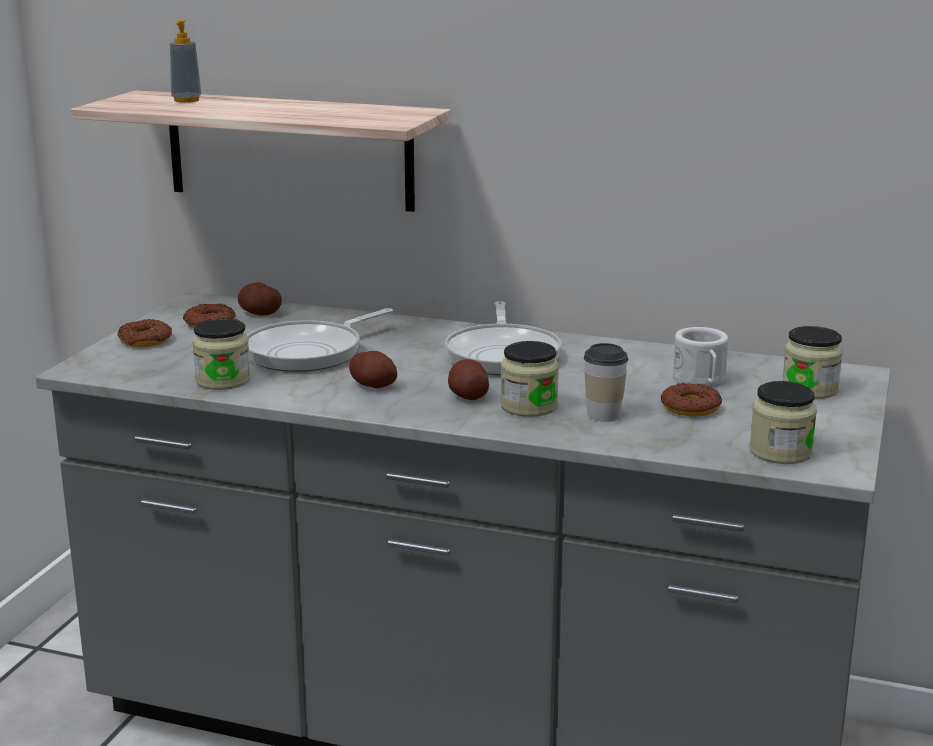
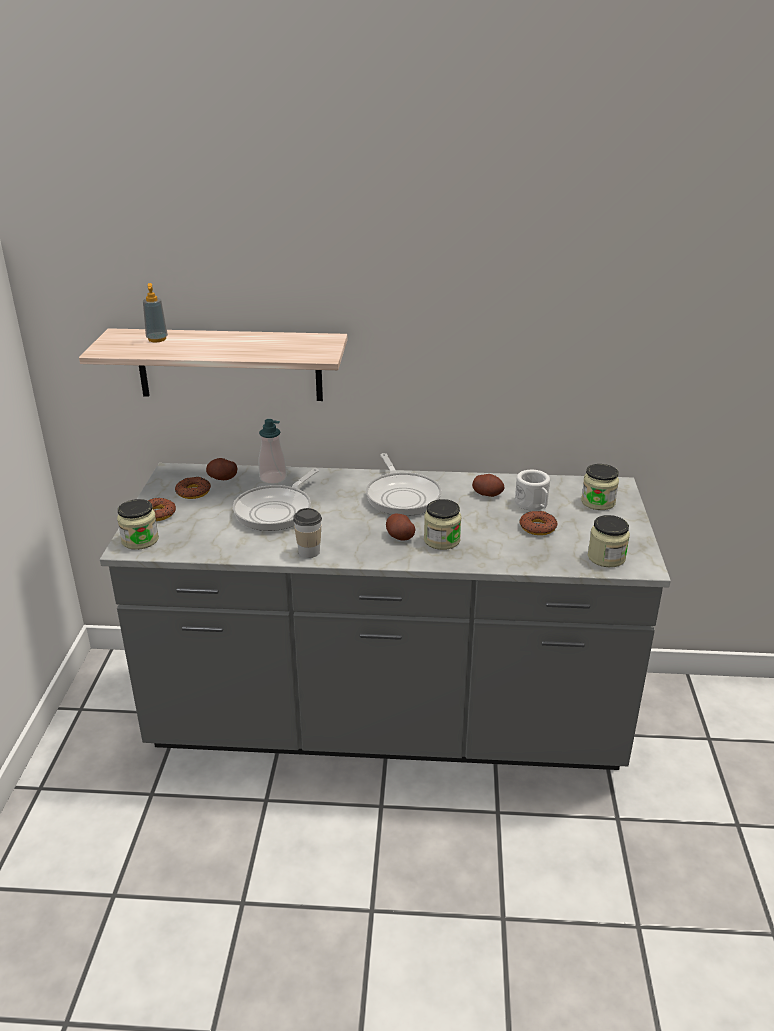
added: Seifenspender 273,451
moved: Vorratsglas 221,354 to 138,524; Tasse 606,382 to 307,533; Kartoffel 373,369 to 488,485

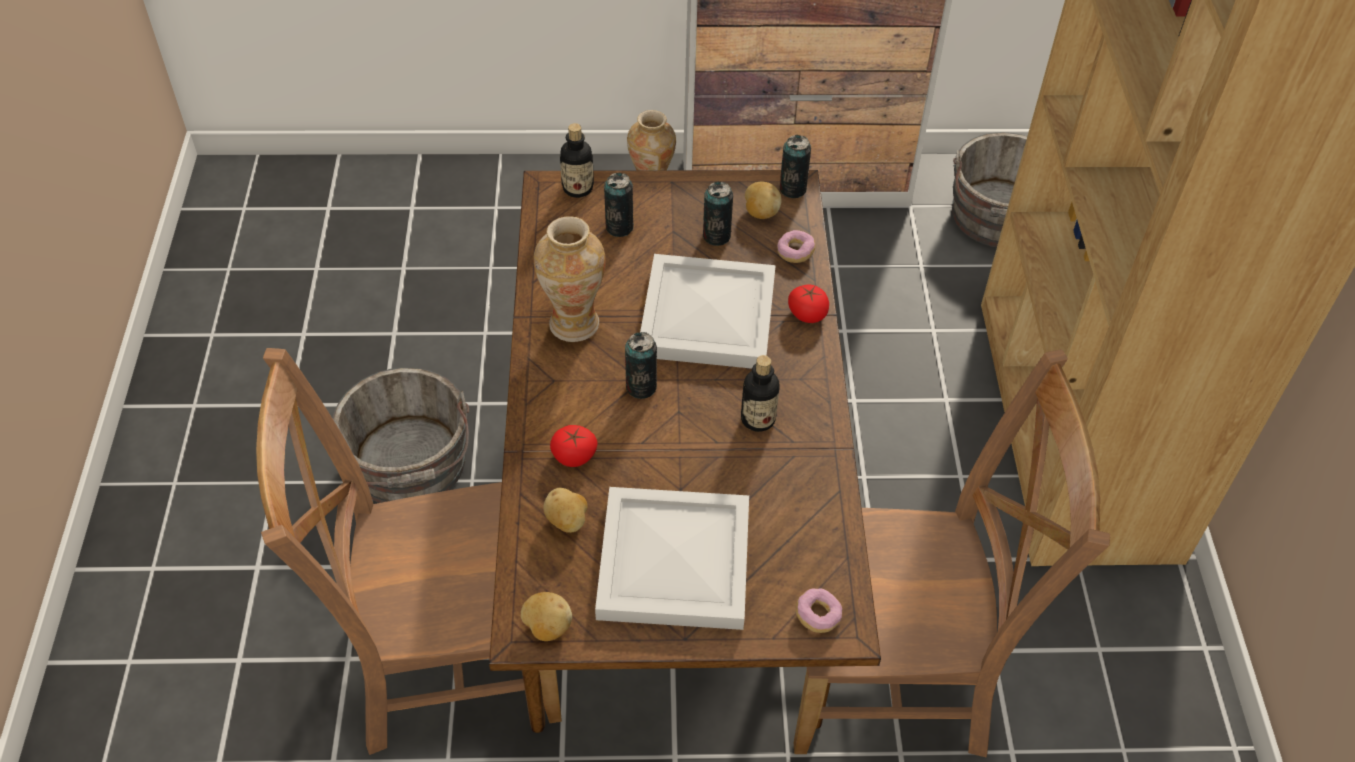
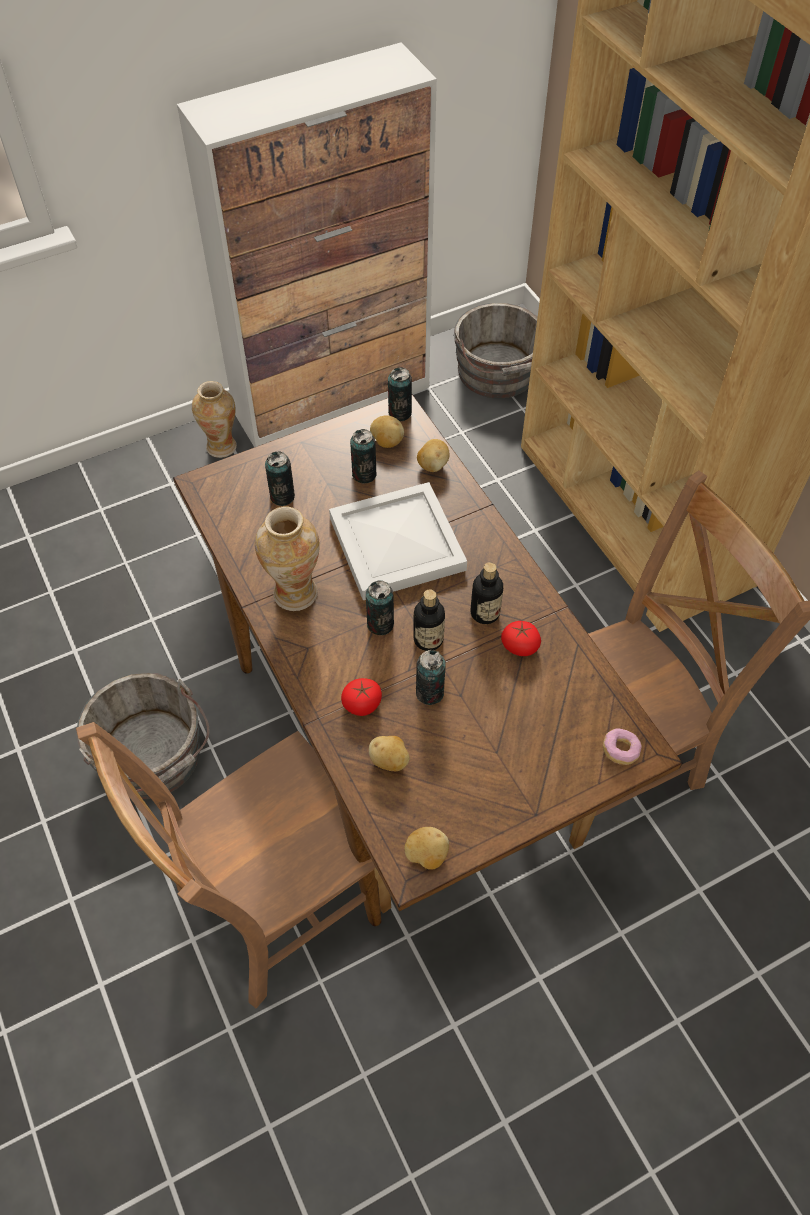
removed: Tablett [weiß] 672,558
added: Dose 431,677
moved: Flasche 577,160 to 429,620; Tomate 808,304 to 521,638
replaced: Donut 796,246 to Kartoffel 433,455

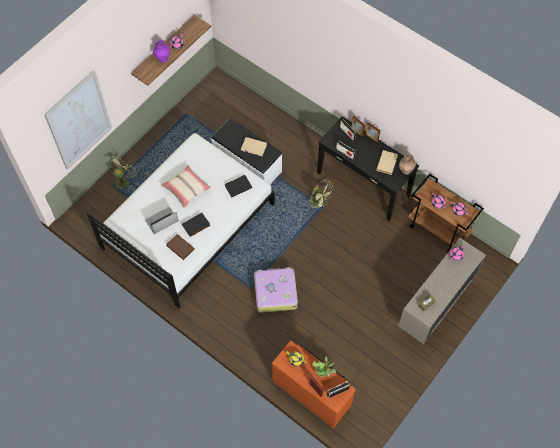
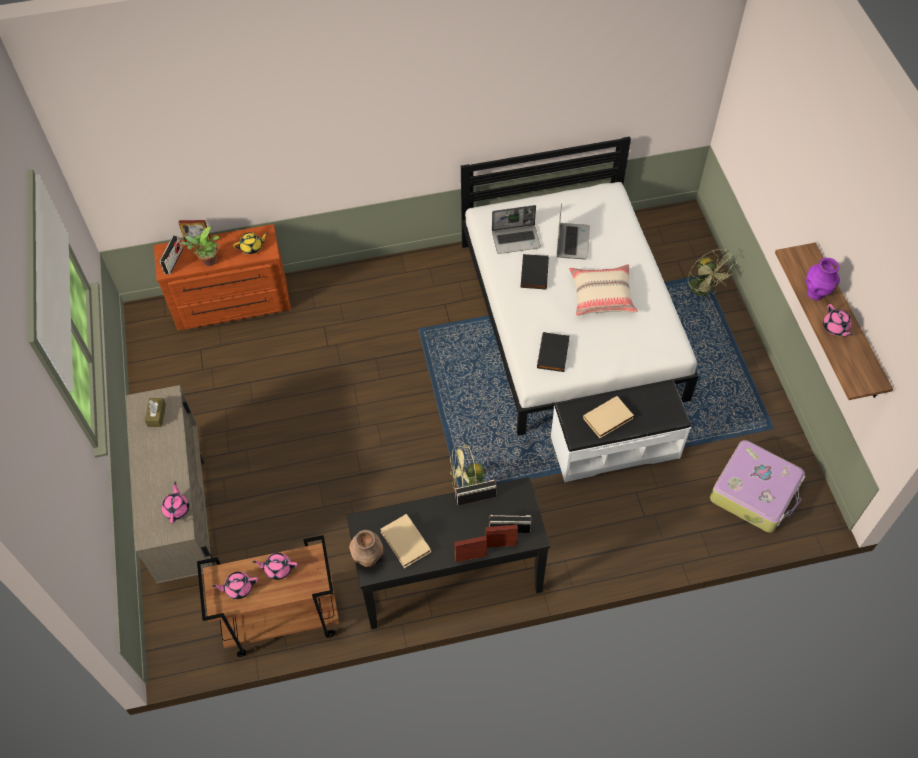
removed: Bild 78,120
moved: Koffer 276,290 to 757,486
replaced: Buch [braun] 180,247 to Laptop 516,229

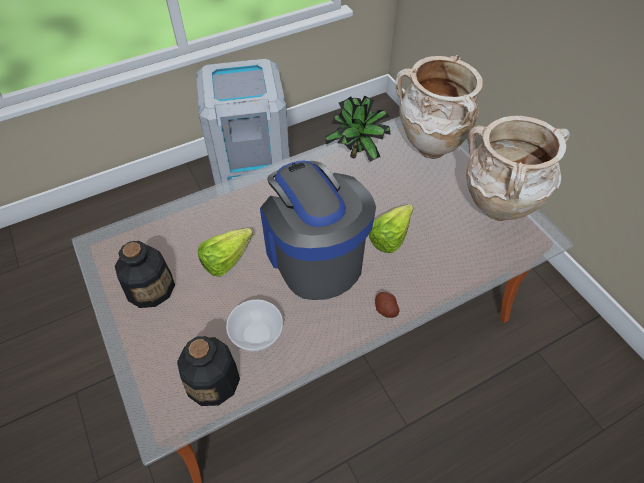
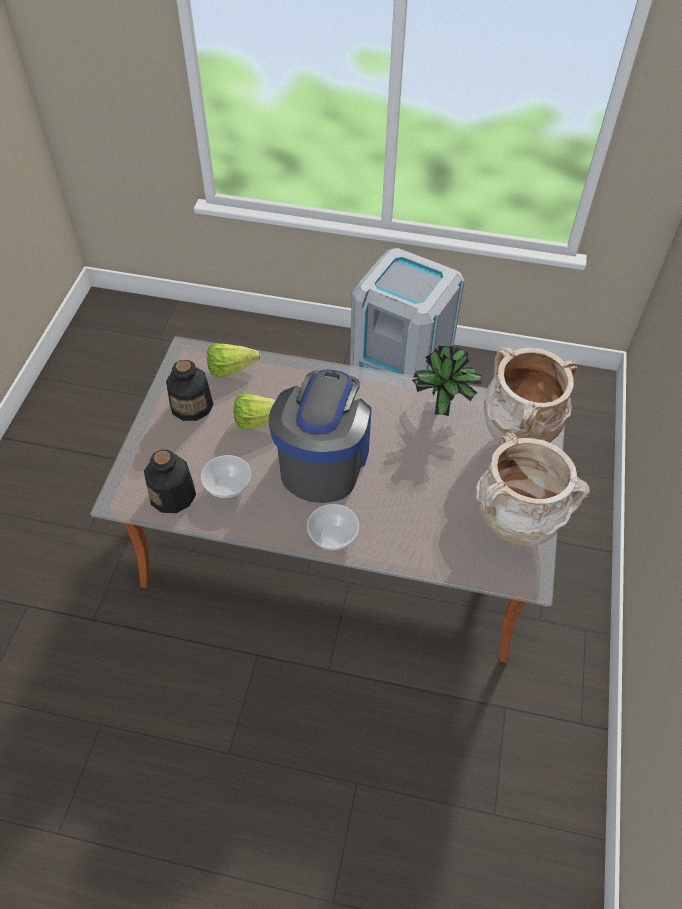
moved: Salatkopf 391,228 to 234,360
replaced: Kartoffel 387,305 to Schüssel 333,527

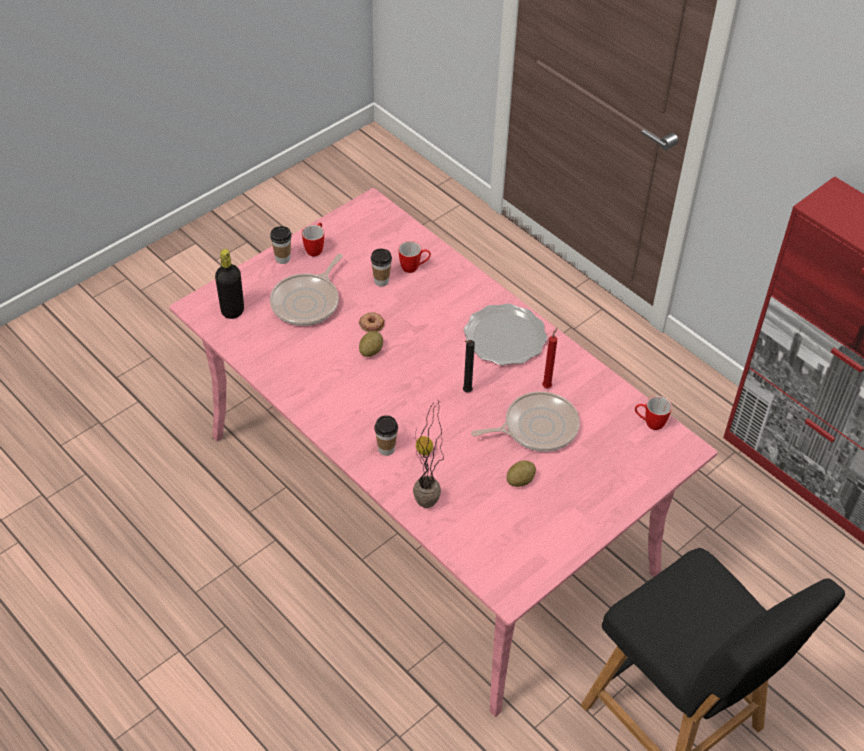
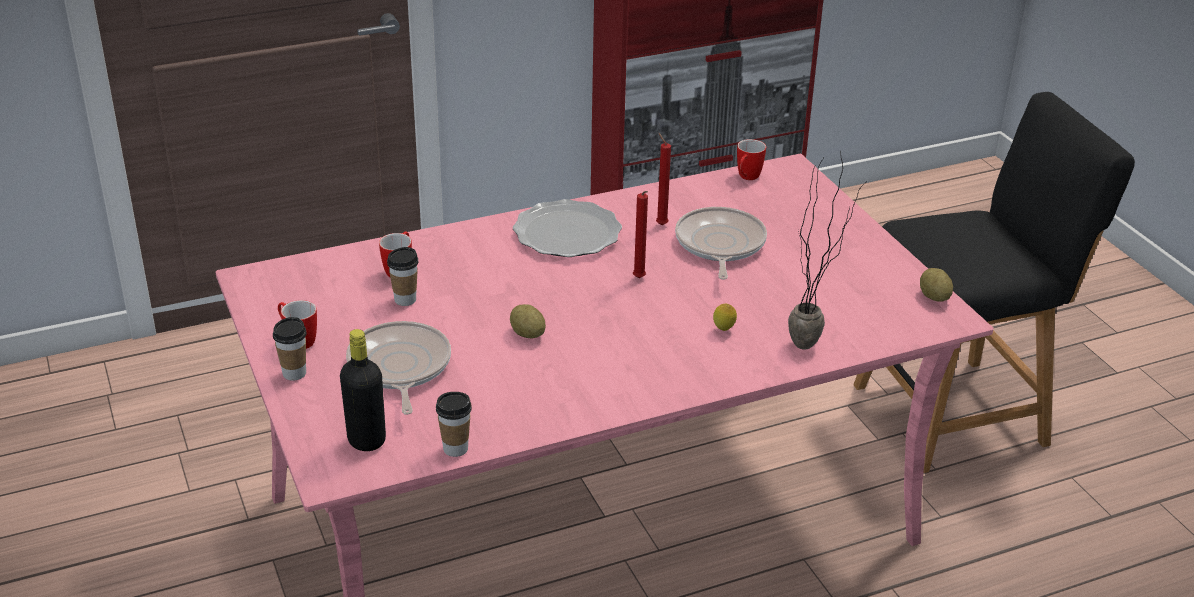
removed: Donut 371,322
moved: Tasse 386,435 to 454,424; Kartoffel 521,473 to 936,284
recoloured: Kerze [schwarz] 469,366 to Kerze [rot] 640,234
turned: Pfanne 306,290 = 398,368 150 degrees counterclockwise

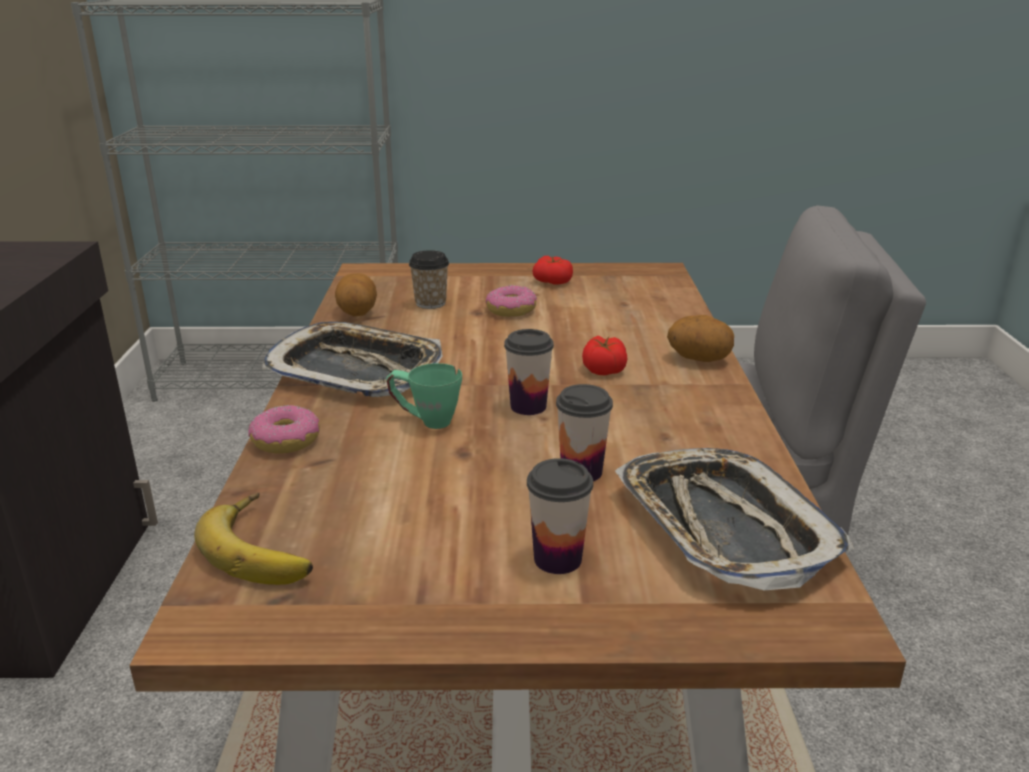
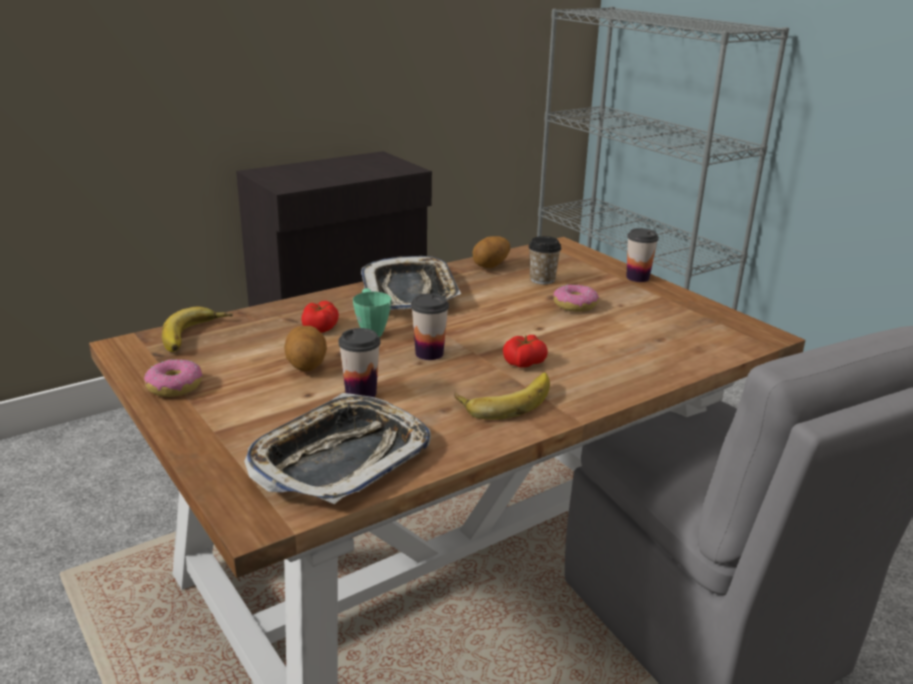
added: Banane 502,396
moved: Tomate 552,270 to 320,317; Kartoffel 700,338 to 305,349; Donut 284,429 to 173,378; Tasse 560,516 to 642,255

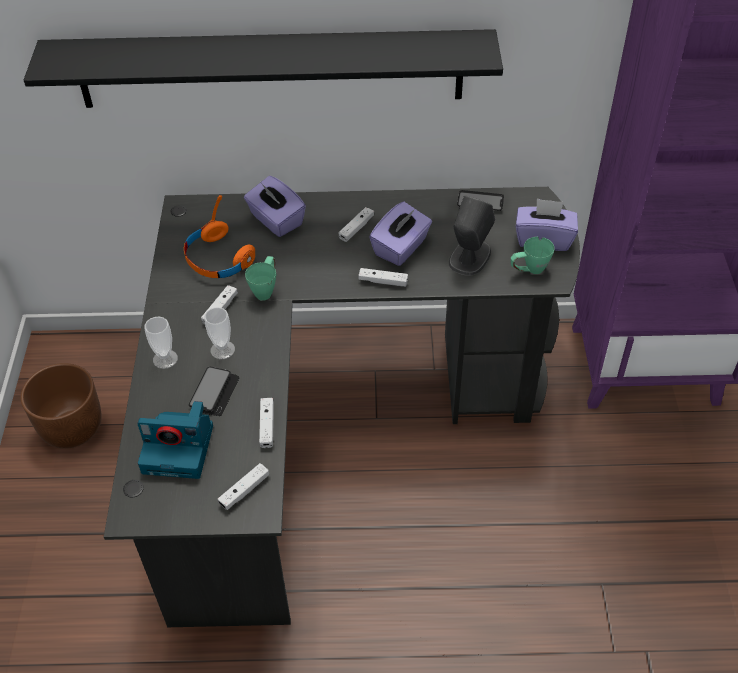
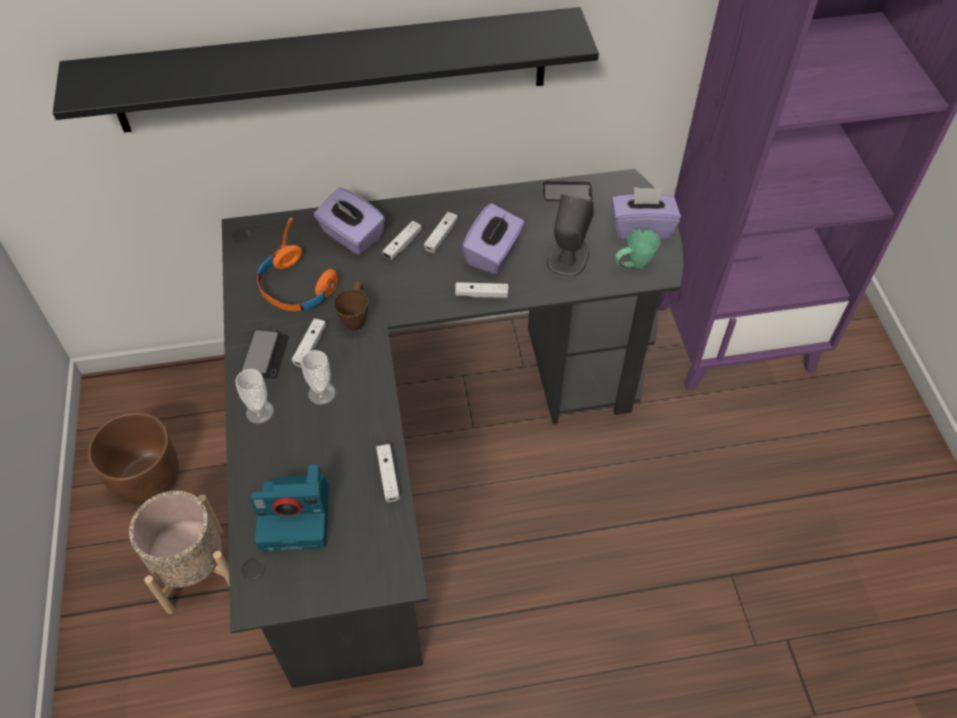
added: Pflanzkübel [beige] 179,552
moved: Handy 213,391 to 265,354; Gamepad [weiß] 243,486 to 402,240
recoloured: Henkelbecher [grün] 260,278 to Henkelbecher [braun] 351,306

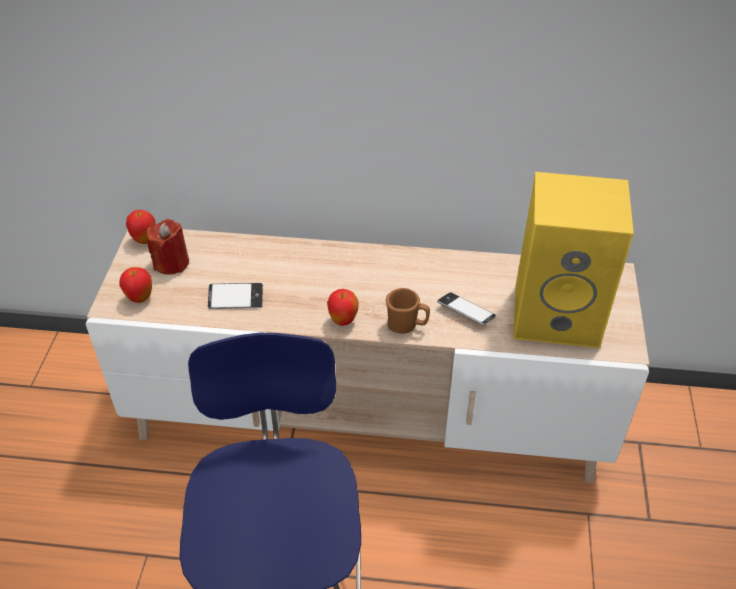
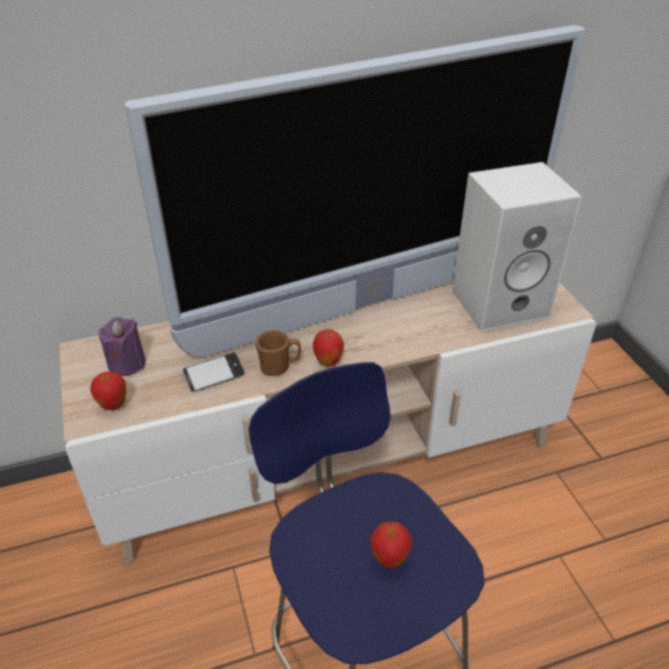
removed: Handy 466,308
added: Fernseher 355,190
moved: Apfel 141,227 to 391,544; Henkelbecher [braun] 408,311 to 278,353
recoloured: Lautsprecher [gelb] 573,260 to Lautsprecher [weiß] 517,246; Kerze [rot] 168,247 to Kerze [lila] 122,346

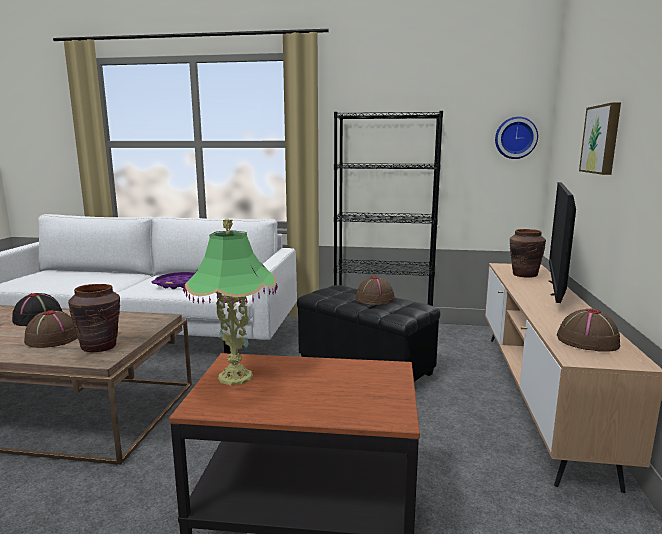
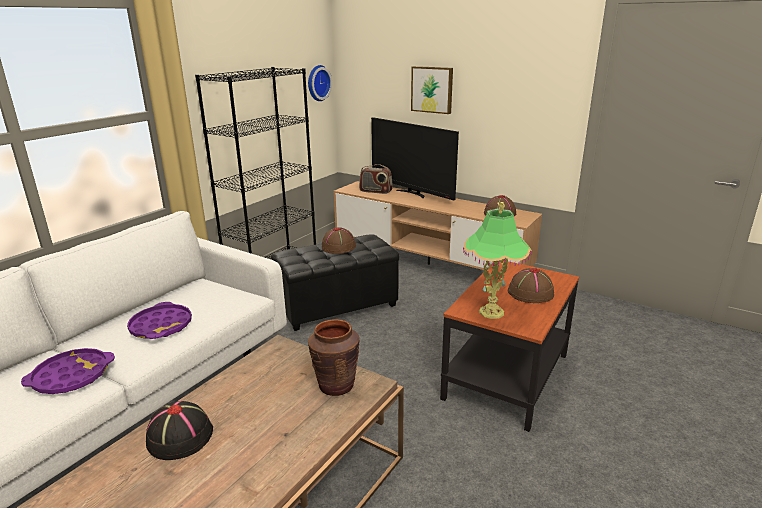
added: Tablett [lila] 68,371
moved: Hut [braun] 51,329 to 531,285
replaced: Vase [braun] 528,253 to Radio 376,179

